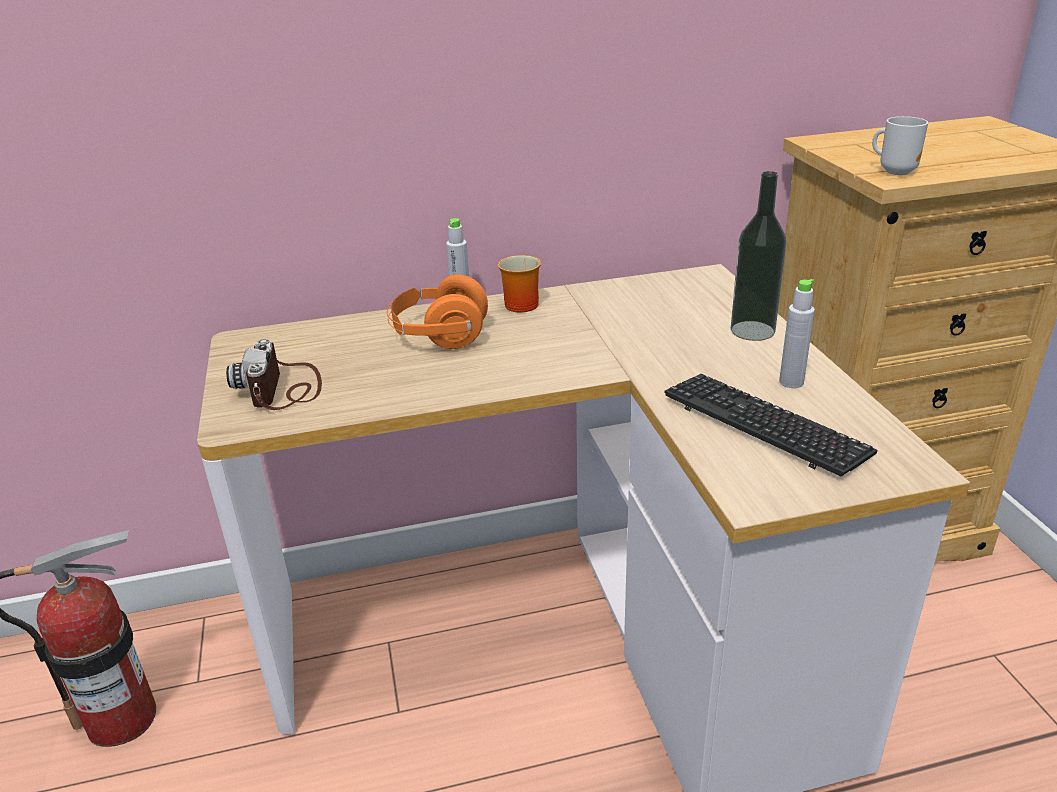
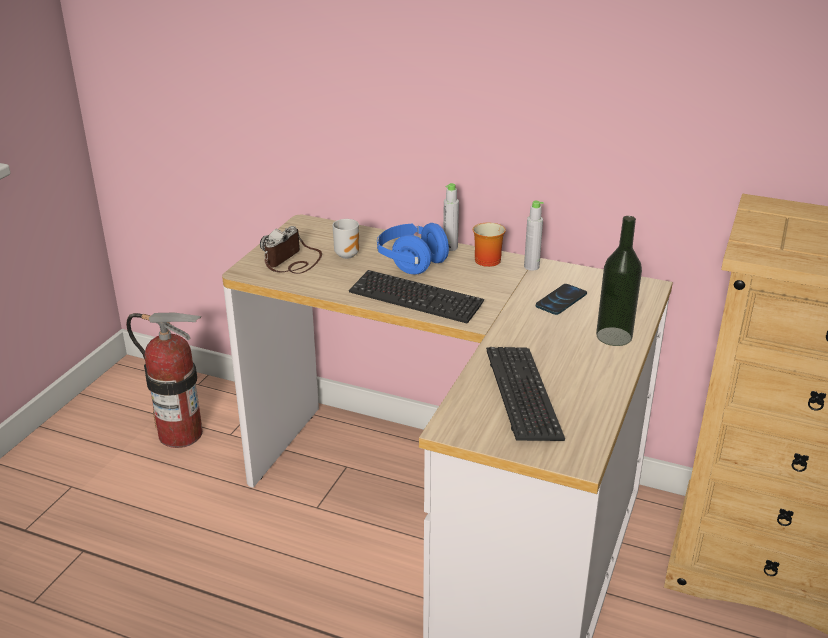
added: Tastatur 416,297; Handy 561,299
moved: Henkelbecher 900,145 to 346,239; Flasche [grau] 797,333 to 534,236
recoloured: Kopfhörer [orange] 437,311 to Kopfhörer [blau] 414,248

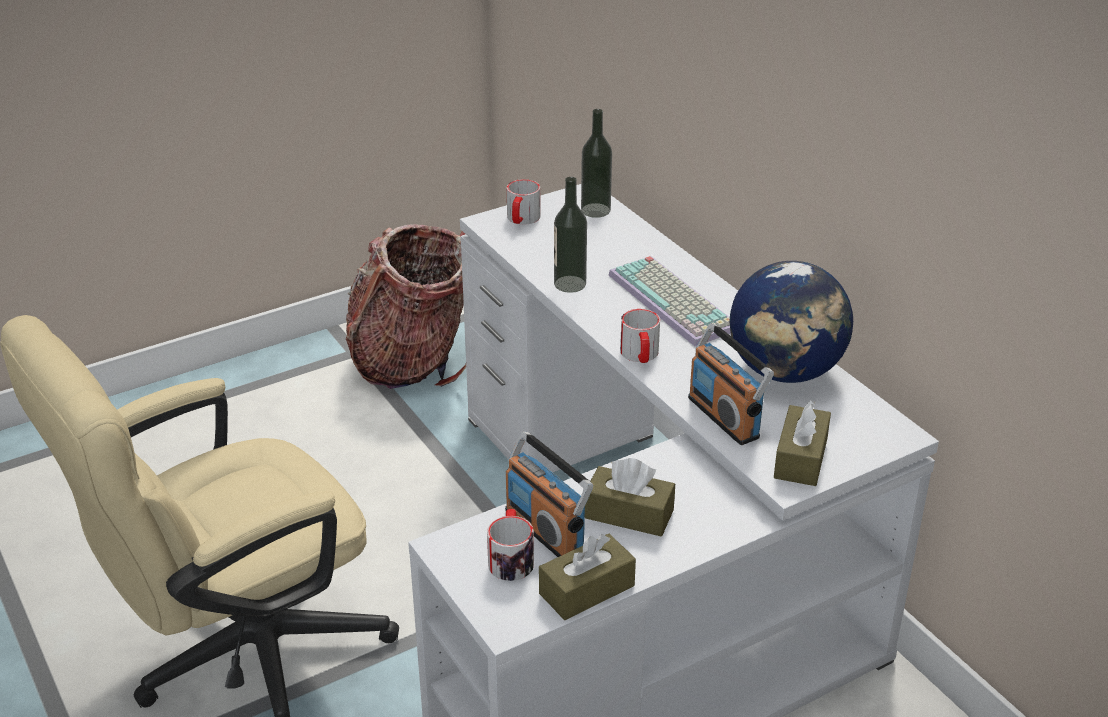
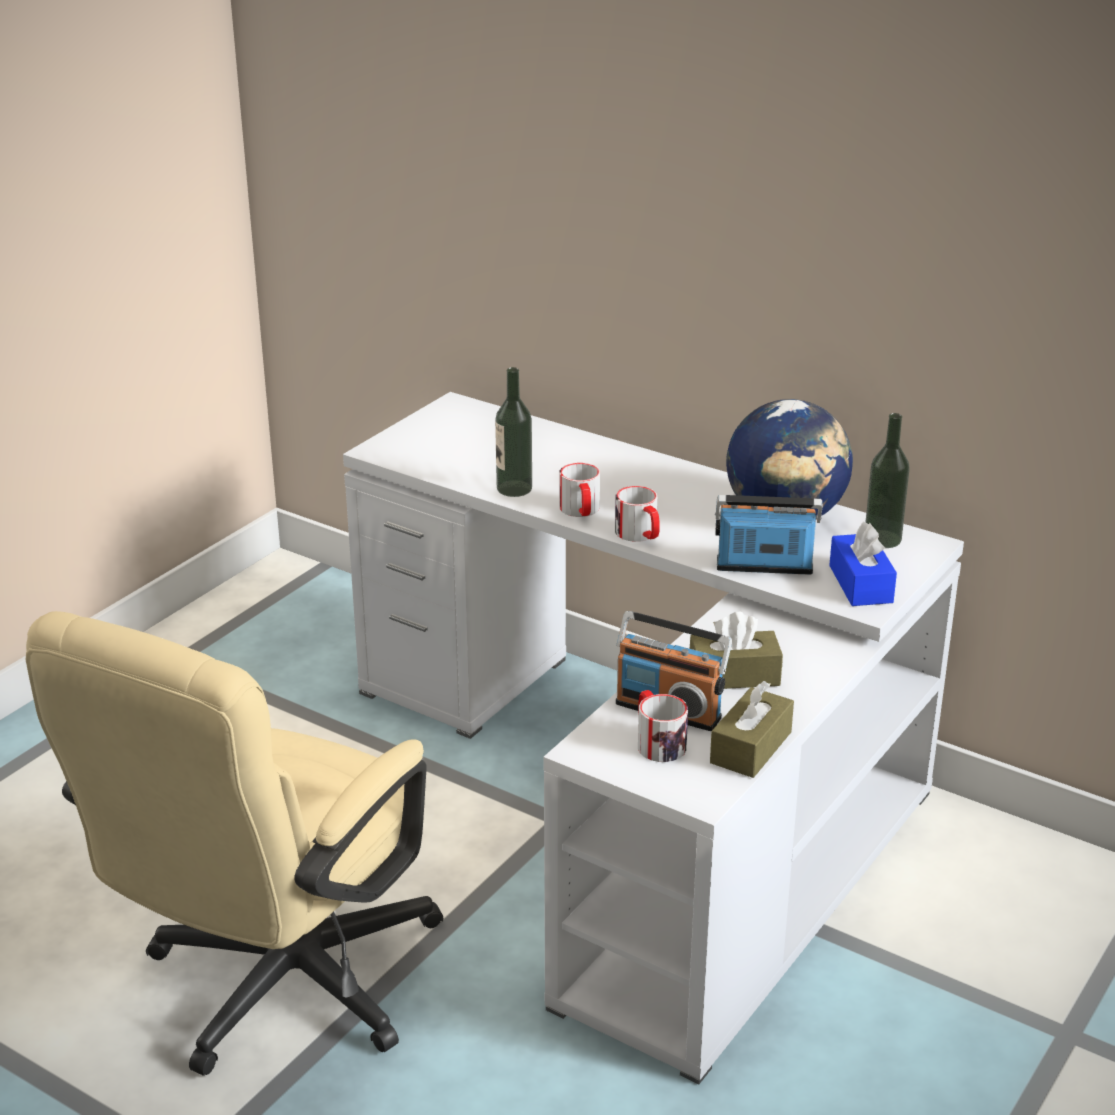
removed: Rucksack 406,306; Tastatur 670,301
moved: Flasche 596,163 to 887,480; Henkelbecher 524,202 to 580,490
recoloured: Taschentuchbox [braun] 802,443 to Taschentuchbox [blau] 863,564
turned: Radio 731,384 = 768,535 150 degrees clockwise

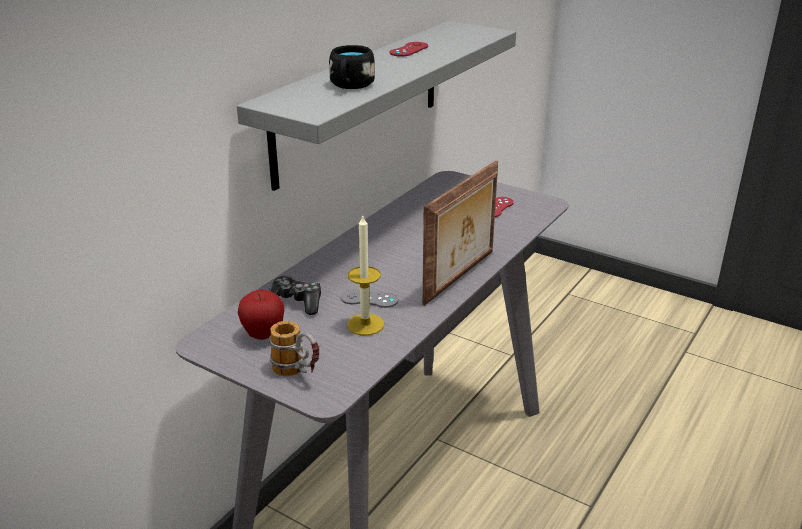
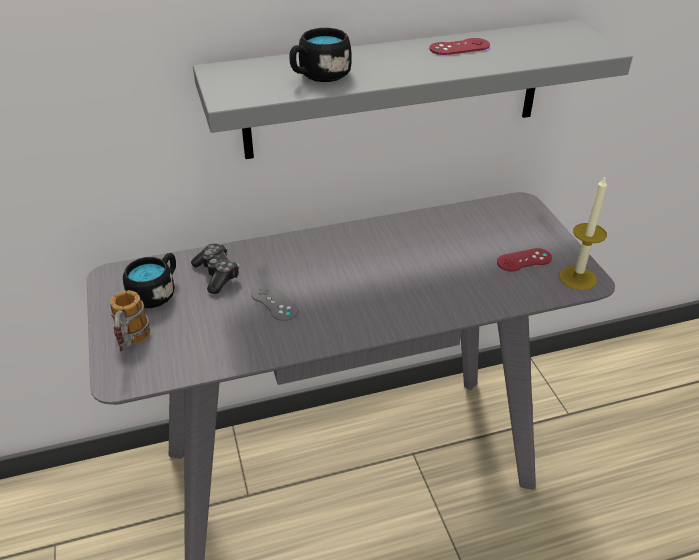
removed: Bilderrahmen 460,233
moved: Kerze 365,275 to 583,233
replaced: Apfel 261,315 to Henkelbecher [schwarz] 149,280

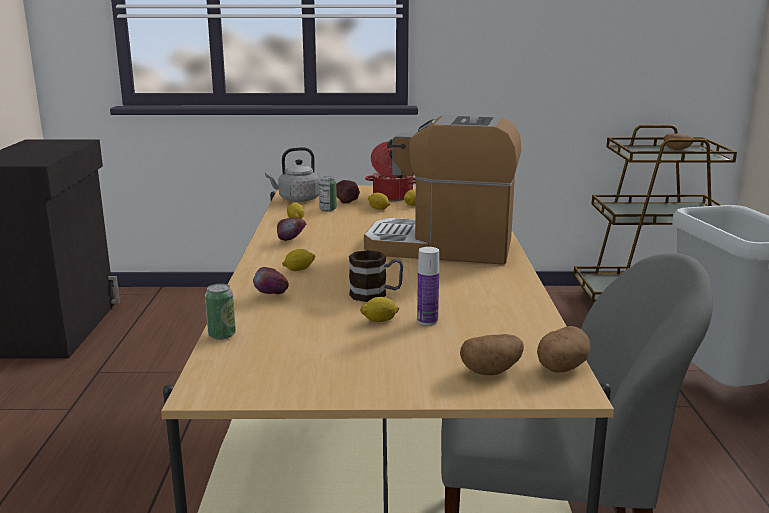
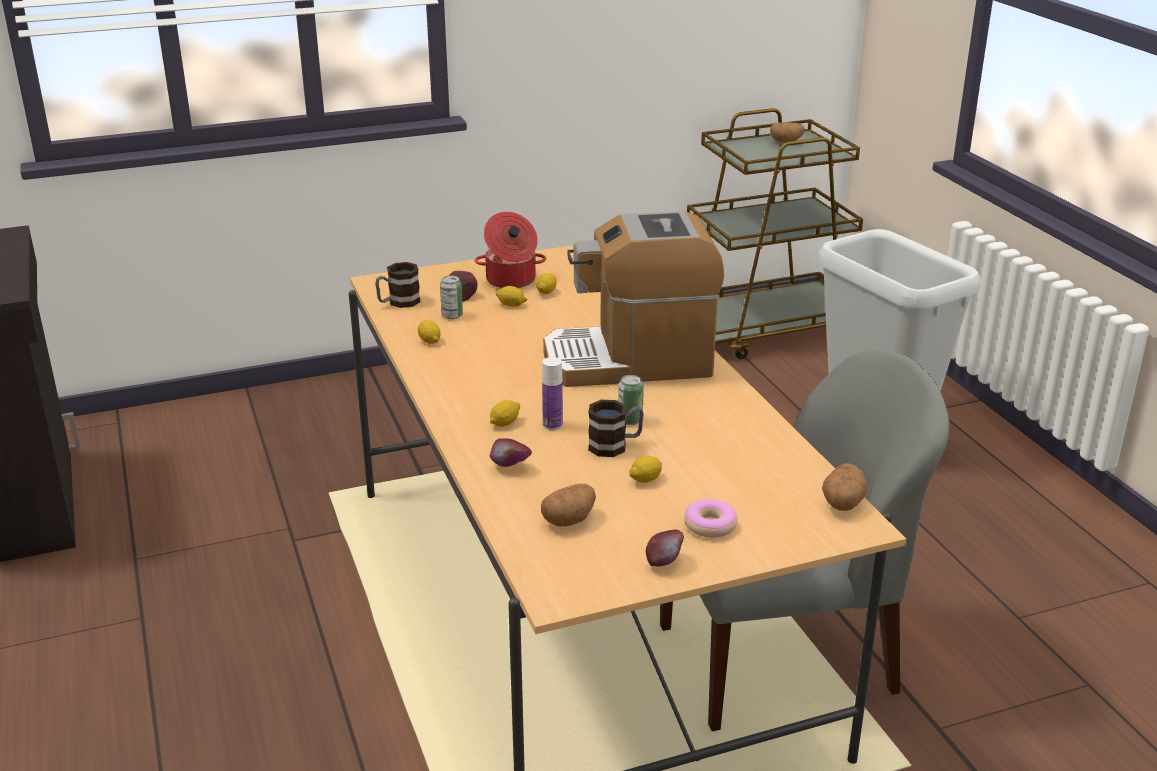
added: Donut 711,518
moved: Apfel 291,229 to 665,548; Flasche 428,286 to 552,393; Dose 220,311 to 631,400; Kartoffel 492,354 to 568,505
replaced: Wasserkessel [grau] 292,174 to Henkelbecher 398,285

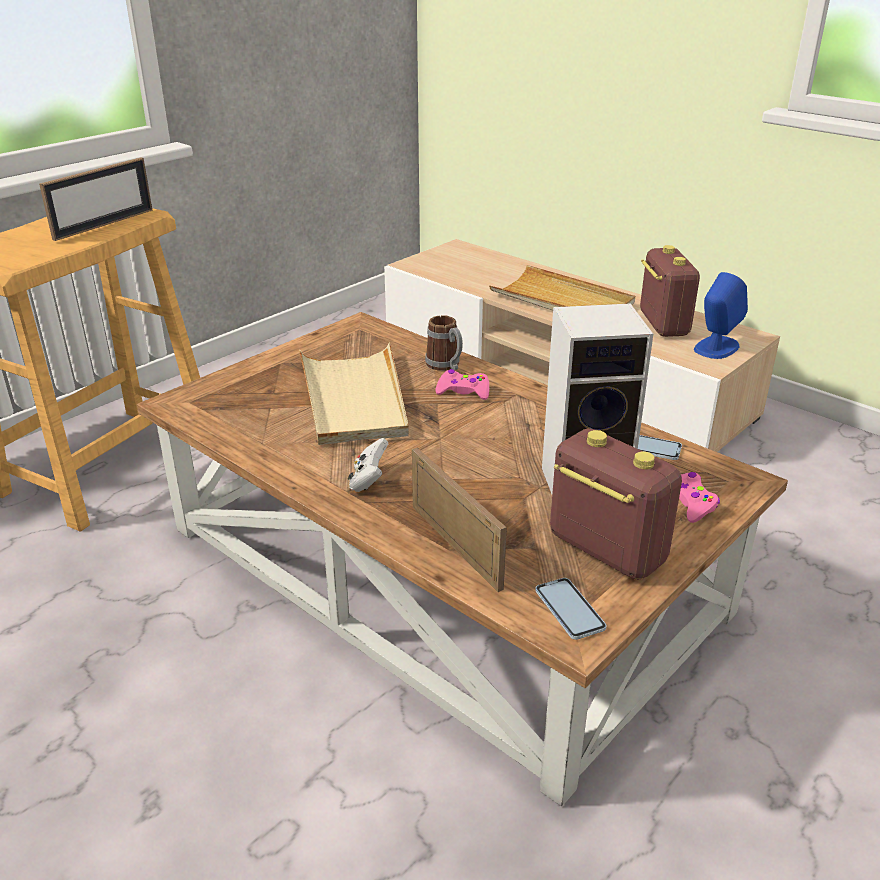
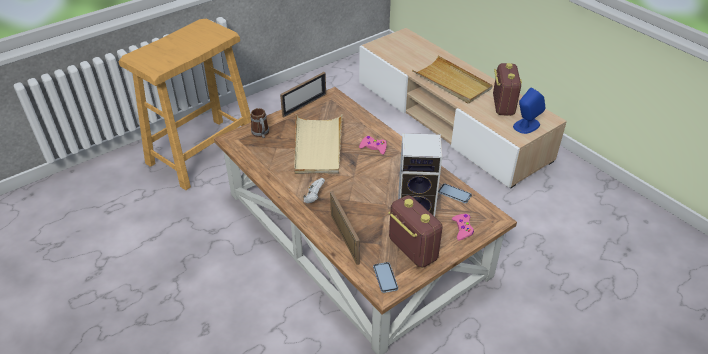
moved: Bilderrahmen 96,199 to 303,95; Henkelbecher 444,343 to 259,123

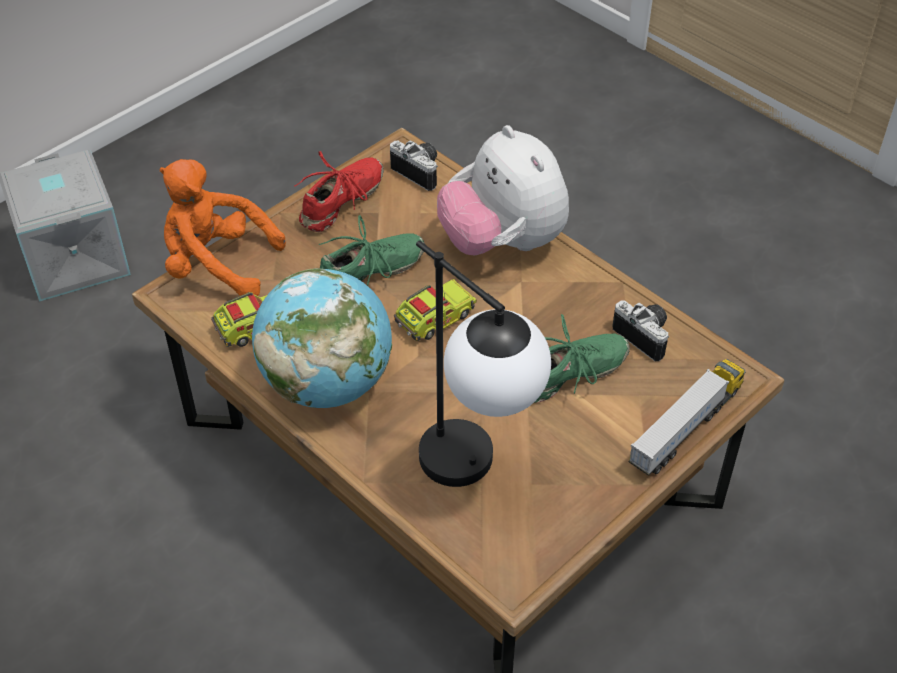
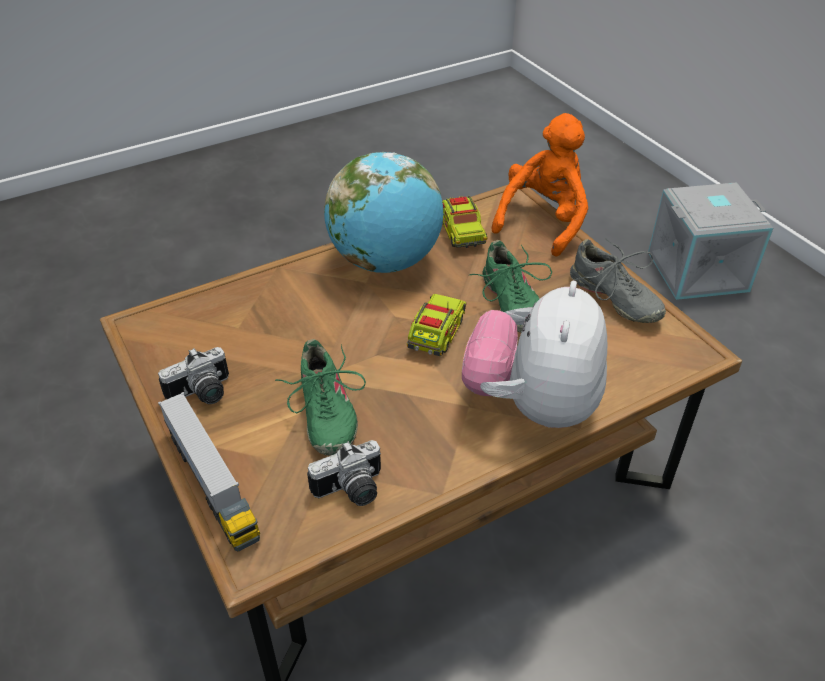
removed: Tischlampe 483,363
moved: Kamera 414,166 to 193,375
recoloured: Schuh [rot] 339,191 to Schuh [grau] 618,280
turned: Plüschtier 503,190 = 534,354 60 degrees counterclockwise; Spielzeuglaster 435,310 = 436,325 135 degrees counterclockwise

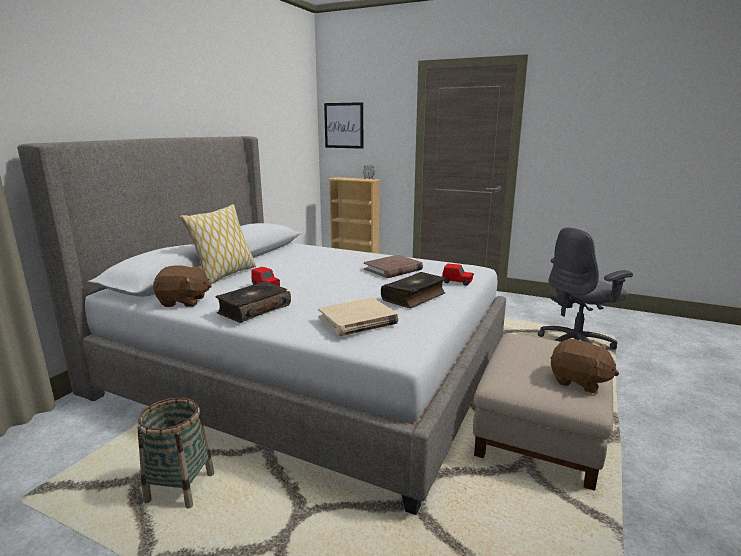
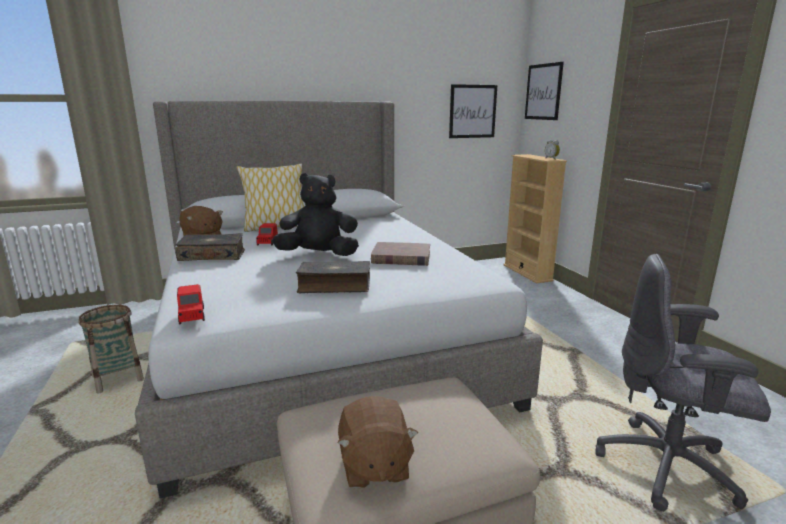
removed: Buch [beige] 358,316
added: Bild 473,111; Plüschtier [schwarz] 315,214
moved: Spielzeugauto [rot] 458,275 to 191,304

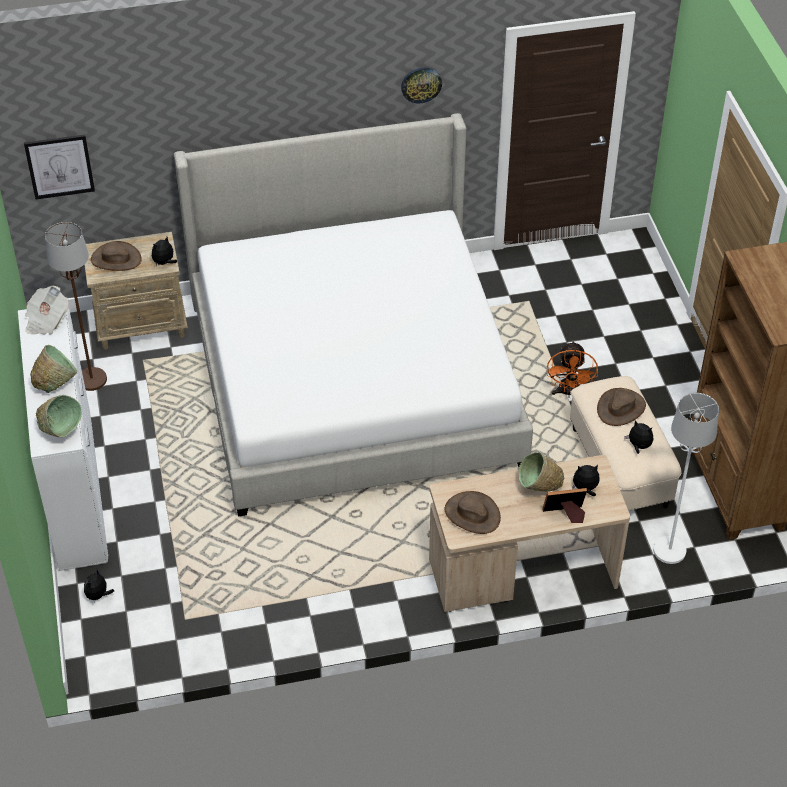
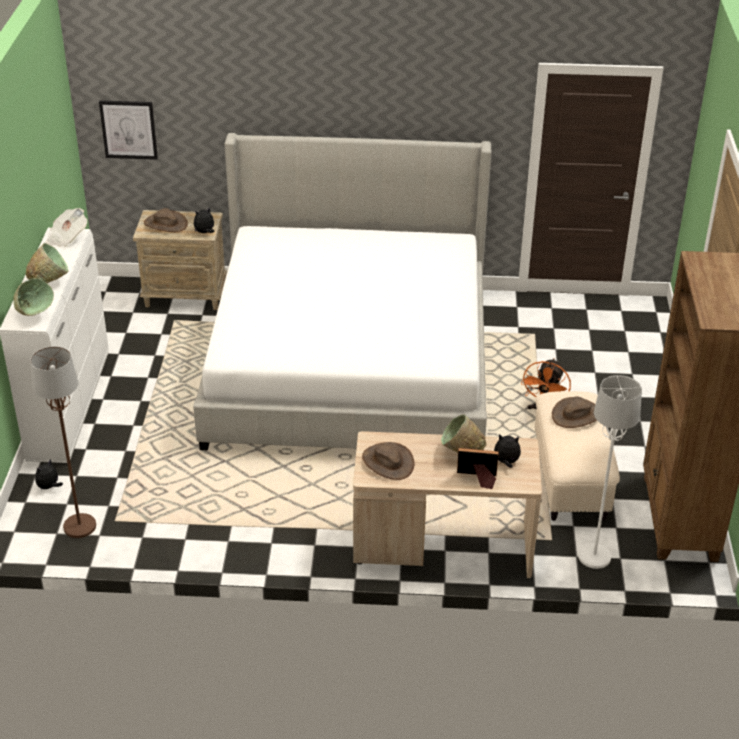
removed: Wanduhr 421,85; Plüschtier 638,437
moved: Stehlampe [braun] 76,306 to 63,442

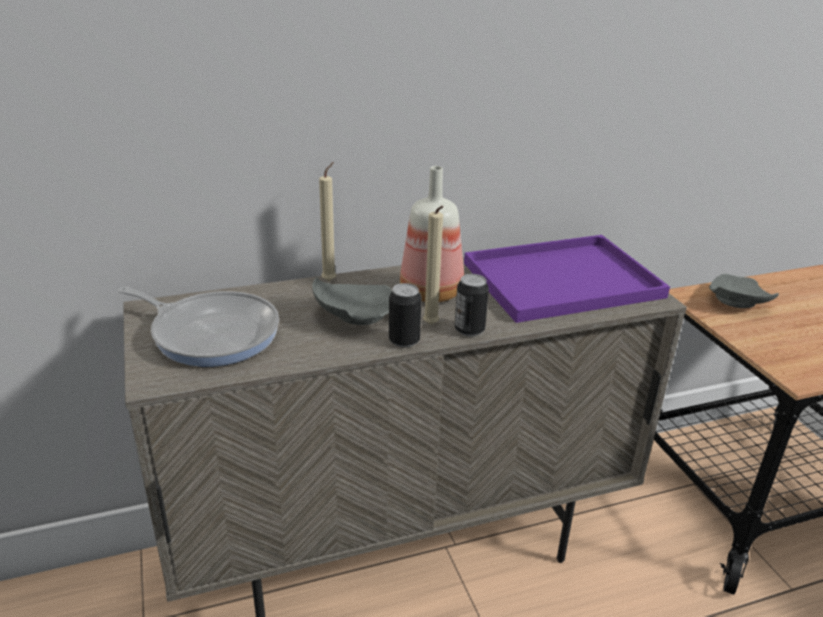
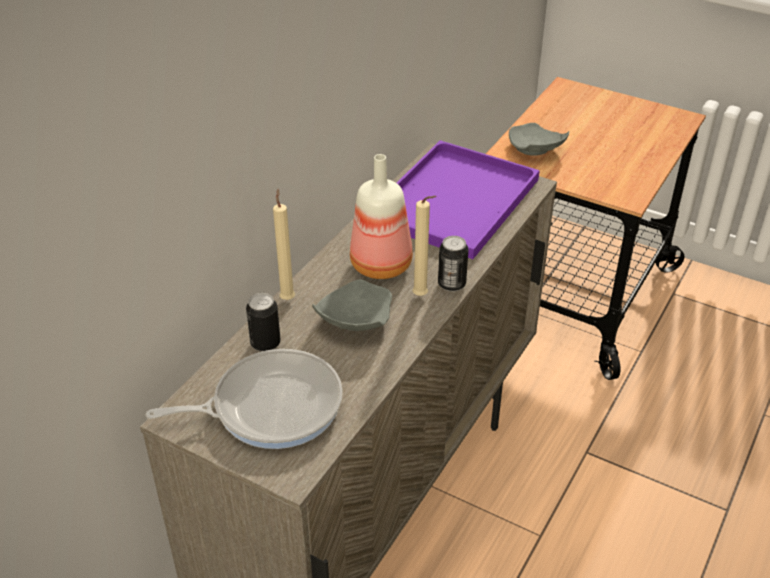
moved: Dose 405,315 to 263,322

